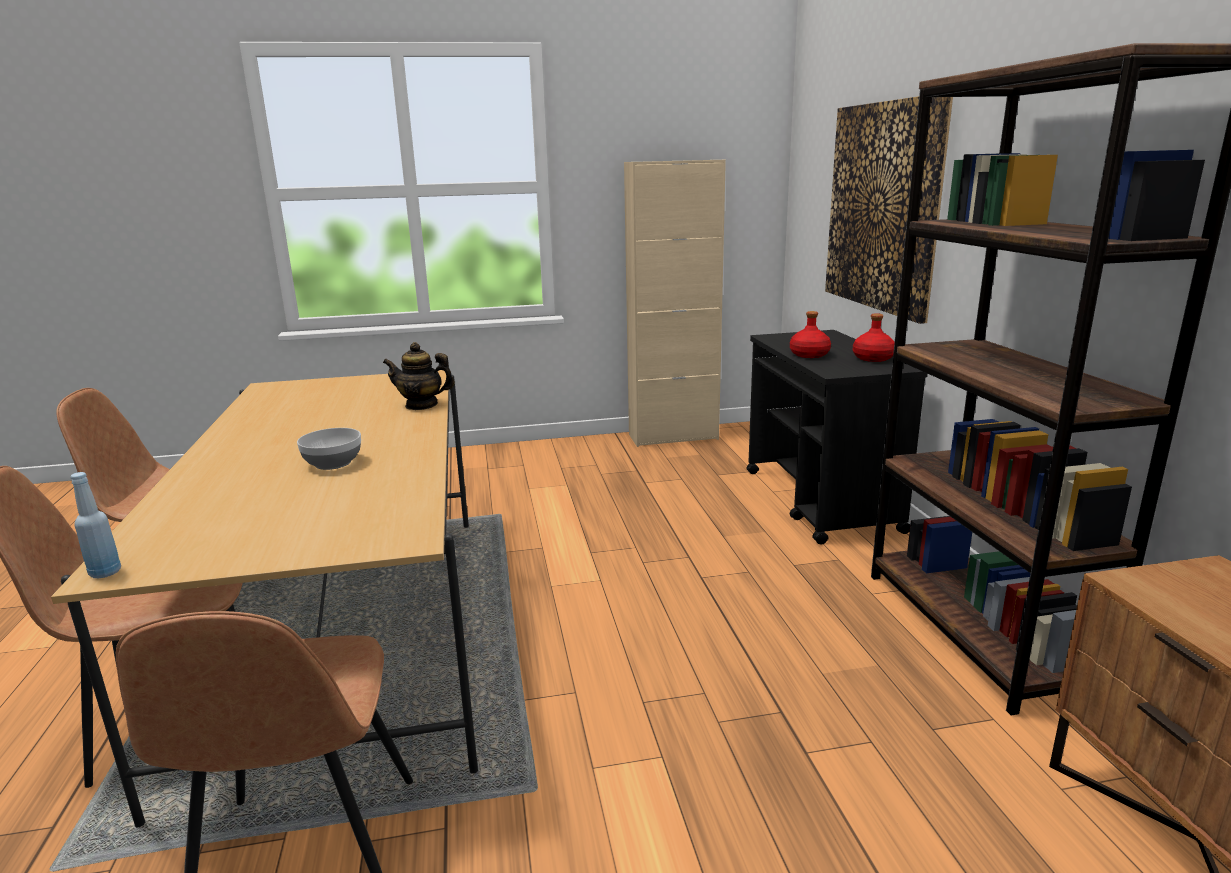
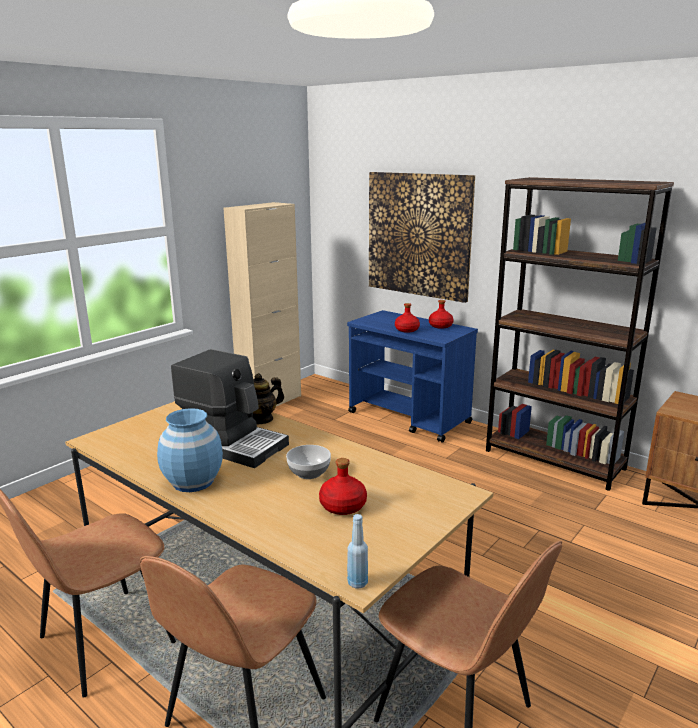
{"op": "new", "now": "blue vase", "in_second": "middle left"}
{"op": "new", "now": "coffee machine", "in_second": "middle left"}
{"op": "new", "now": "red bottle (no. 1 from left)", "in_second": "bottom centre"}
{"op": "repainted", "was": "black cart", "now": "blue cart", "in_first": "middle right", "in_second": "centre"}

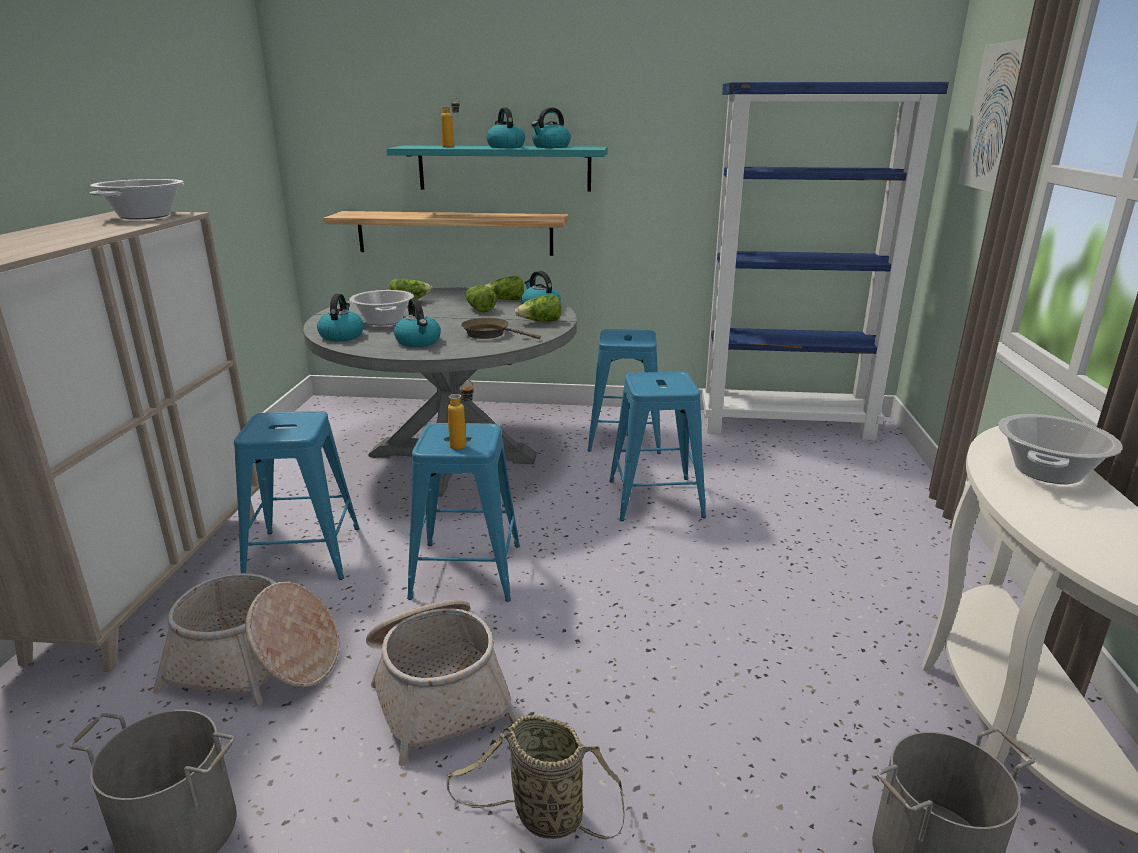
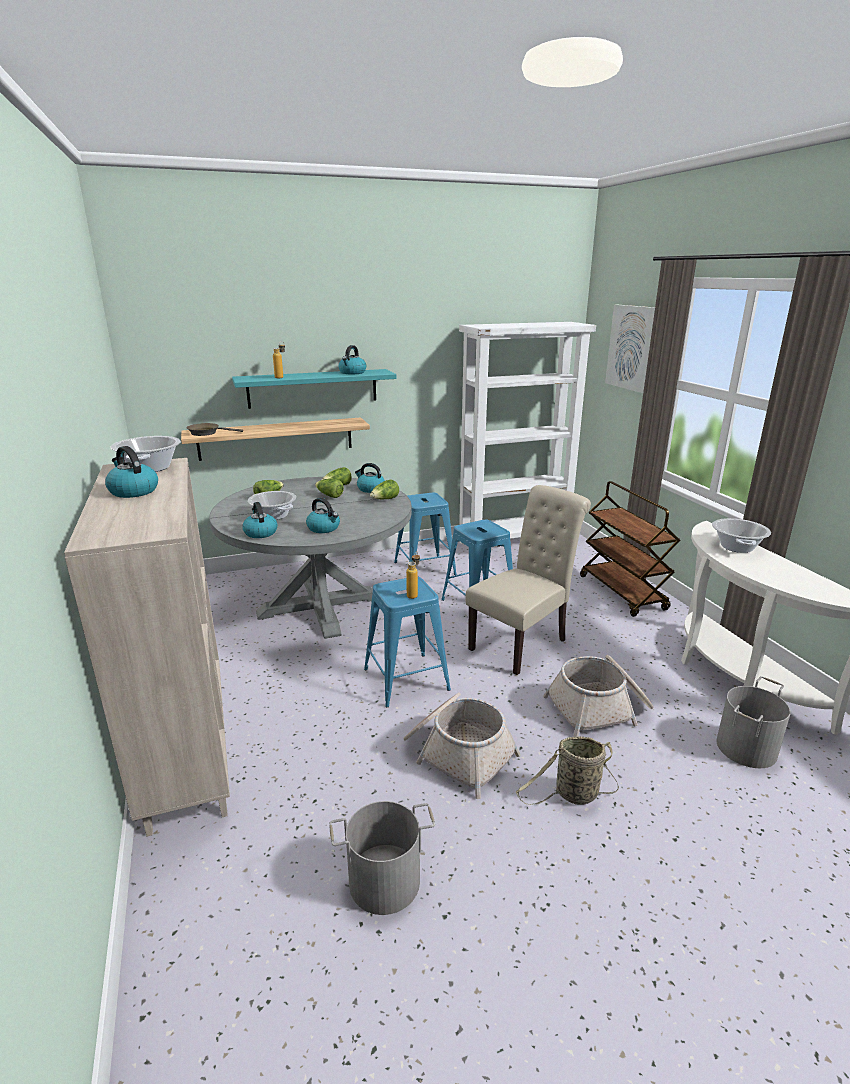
{"op": "shifted", "was": "kettle (no. 3 from left in the first image)", "now": "kettle (no. 1 from left)", "in_first": "top centre", "in_second": "middle left"}
{"op": "shifted", "was": "brown frying pan", "in_first": "centre", "in_second": "middle left"}
{"op": "repainted", "was": "blue bookcase", "now": "white bookcase", "in_first": "top right", "in_second": "centre"}
{"op": "new", "now": "beige chair", "in_second": "centre"}
{"op": "shifted", "was": "basket (no. 1 from left in the first image)", "now": "basket (no. 3 from left)", "in_first": "bottom left", "in_second": "middle right"}
{"op": "new", "now": "brown cart", "in_second": "middle right"}
{"op": "gone", "was": "blue stool (no. 1 from left)", "in_first": "middle left"}

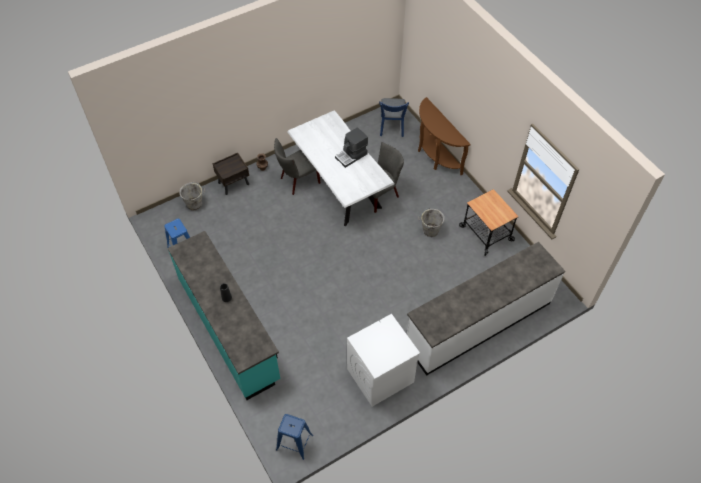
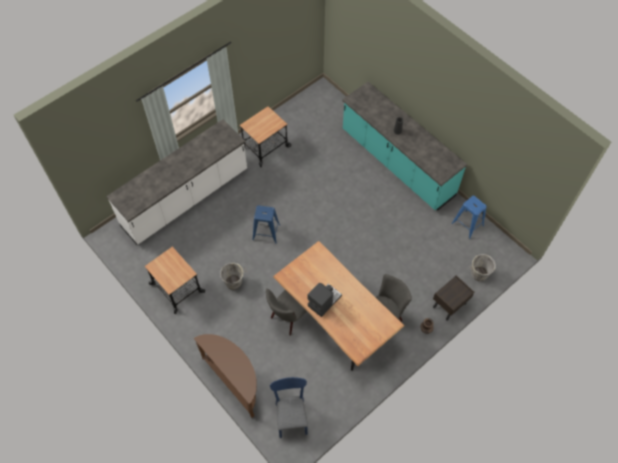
{"op": "swapped", "was": "white washing machine", "now": "cart (no. 2 from left)", "in_first": "bottom centre", "in_second": "top centre"}
{"op": "shifted", "was": "blue stool (no. 2 from left in the first image)", "now": "blue stool (no. 1 from left)", "in_first": "bottom centre", "in_second": "centre"}
{"op": "repainted", "was": "white dining table", "now": "brown dining table", "in_first": "centre", "in_second": "centre"}

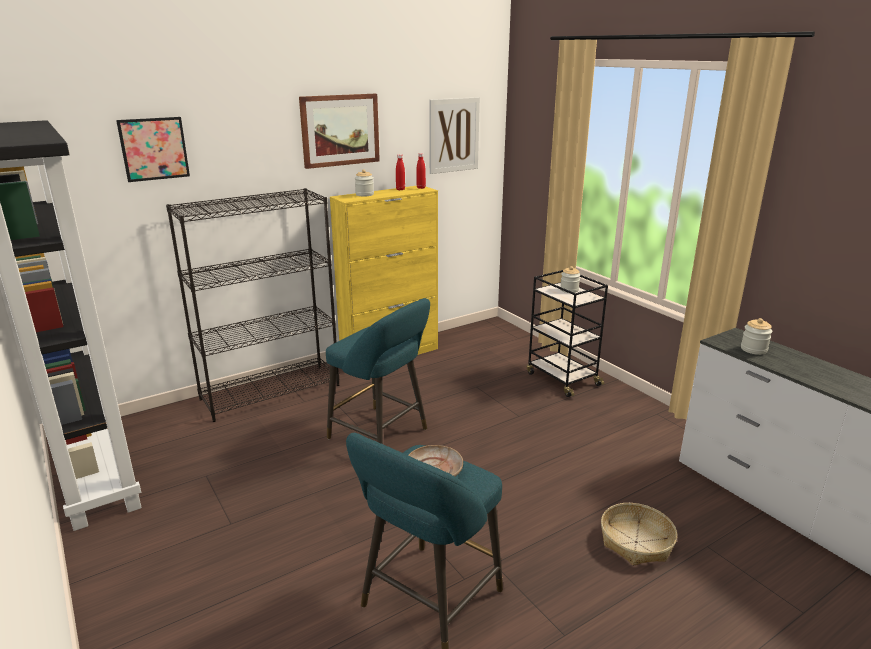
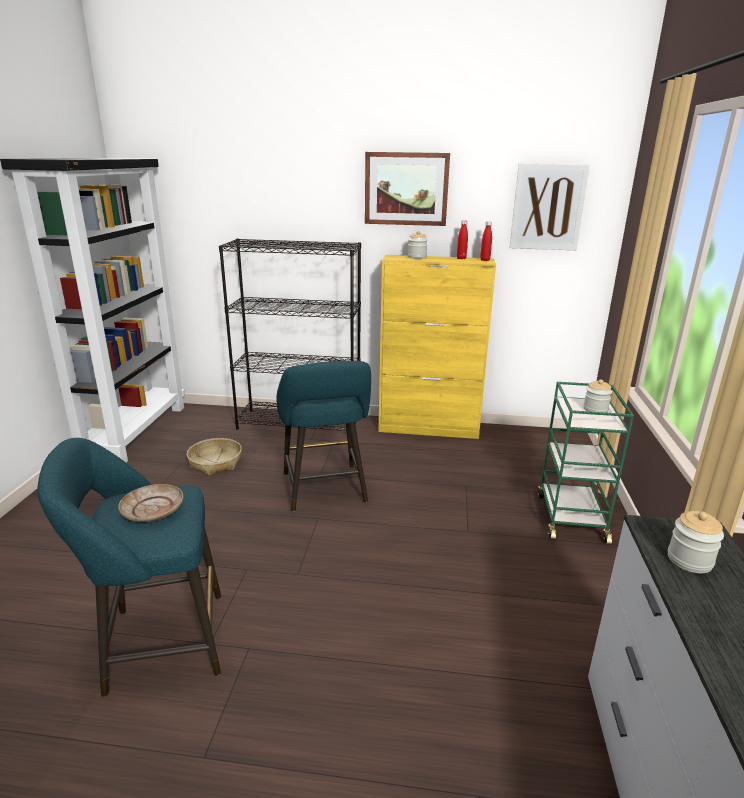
{"op": "shifted", "was": "basket", "in_first": "bottom right", "in_second": "middle left"}
{"op": "repainted", "was": "black cart", "now": "green cart", "in_first": "centre", "in_second": "middle right"}
{"op": "gone", "was": "picture (no. 1 from left)", "in_first": "top left"}

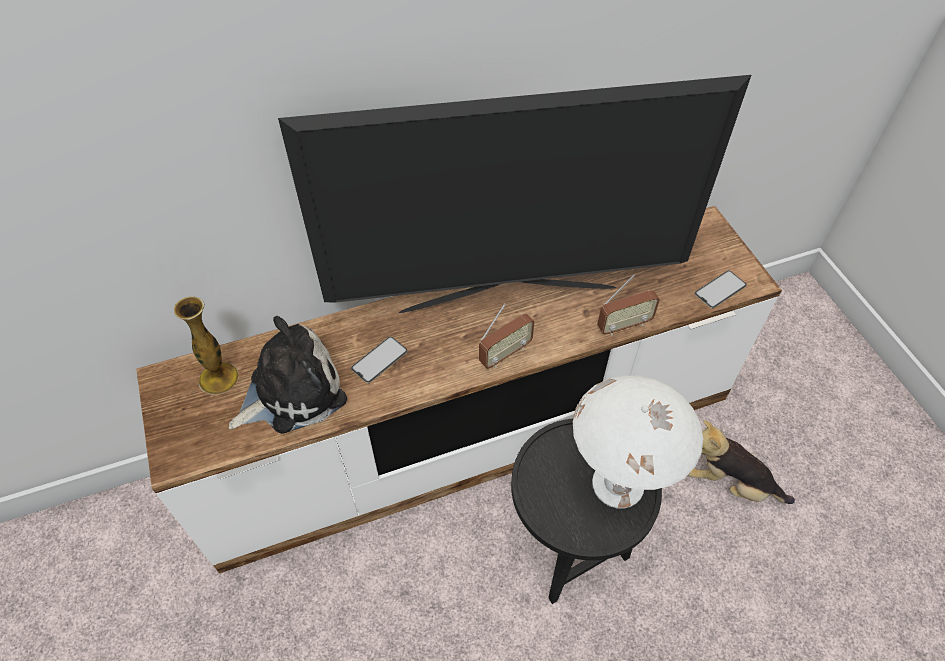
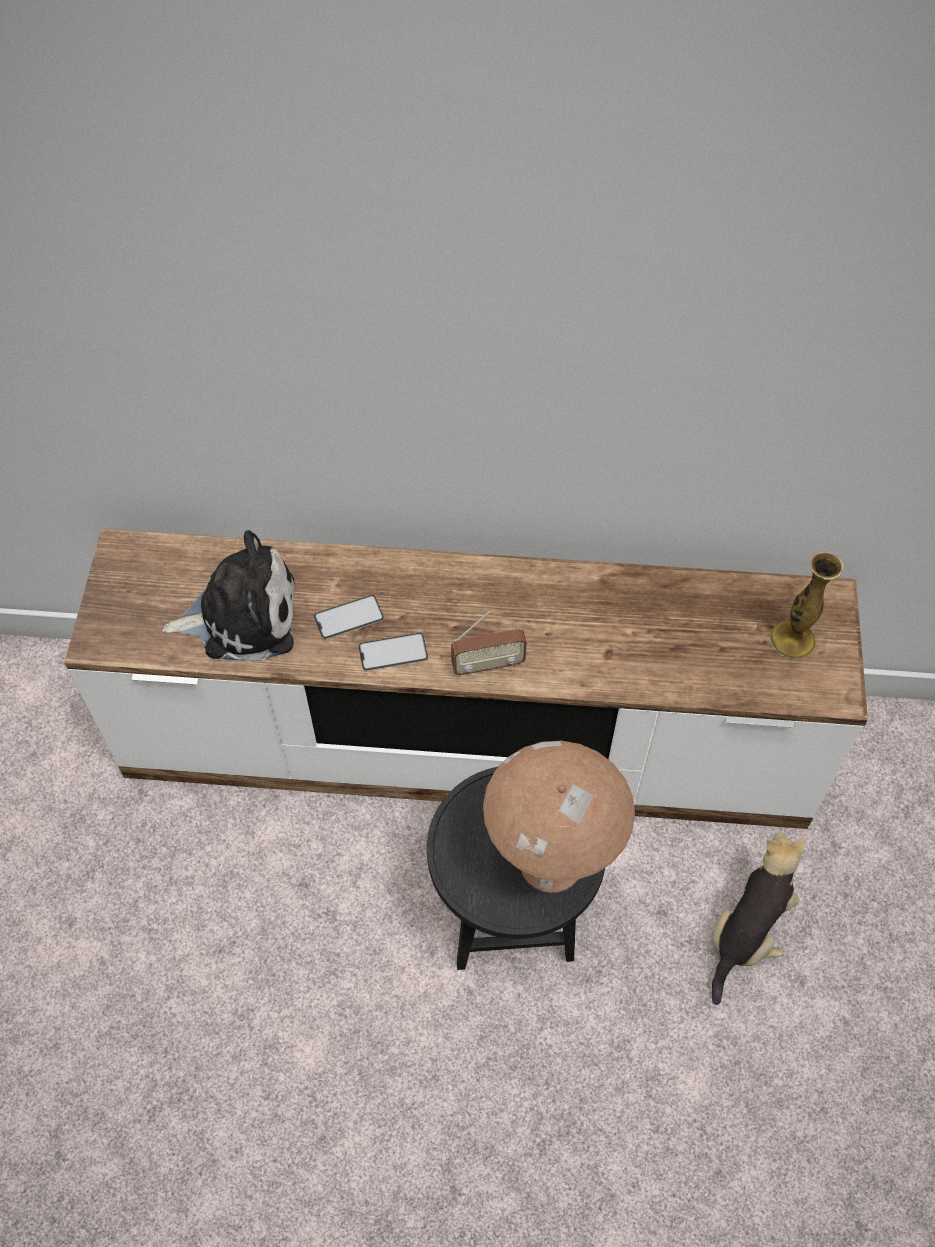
{"op": "shifted", "was": "phone (no. 2 from left)", "in_first": "middle right", "in_second": "centre"}
{"op": "repainted", "was": "white table lamp", "now": "brown table lamp", "in_first": "bottom right", "in_second": "centre"}
{"op": "rotated", "was": "plush toy (no. 2 from left)", "in_first": "bottom right", "in_second": "bottom right", "clockwise": 75}
{"op": "shifted", "was": "vase", "in_first": "middle left", "in_second": "middle right"}
{"op": "gone", "was": "television", "in_first": "top centre"}
{"op": "gone", "was": "radio (no. 2 from left)", "in_first": "centre"}

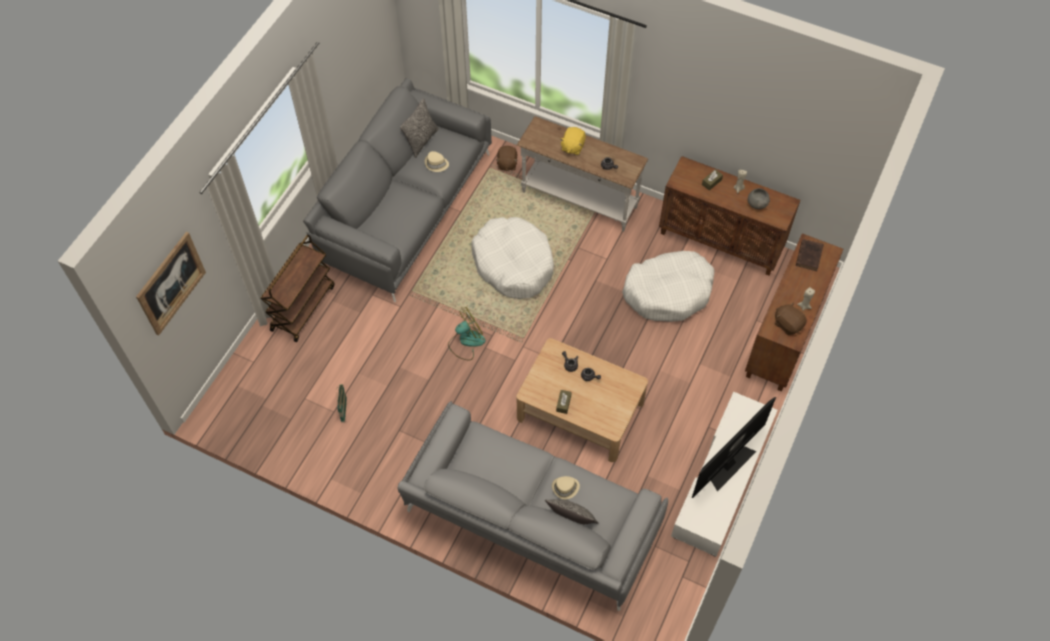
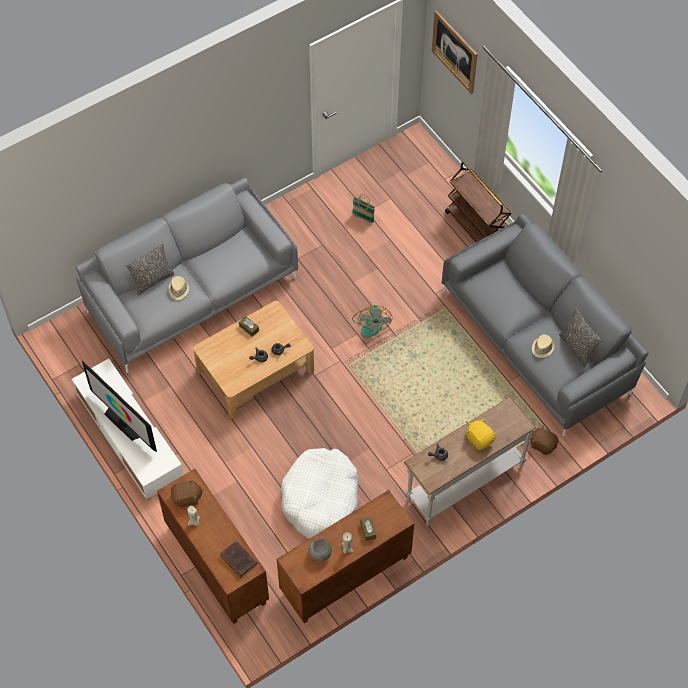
{"op": "rotated", "was": "television", "in_first": "bottom right", "in_second": "middle left", "clockwise": 150}
{"op": "gone", "was": "white dog bed (no. 1 from left)", "in_first": "centre"}

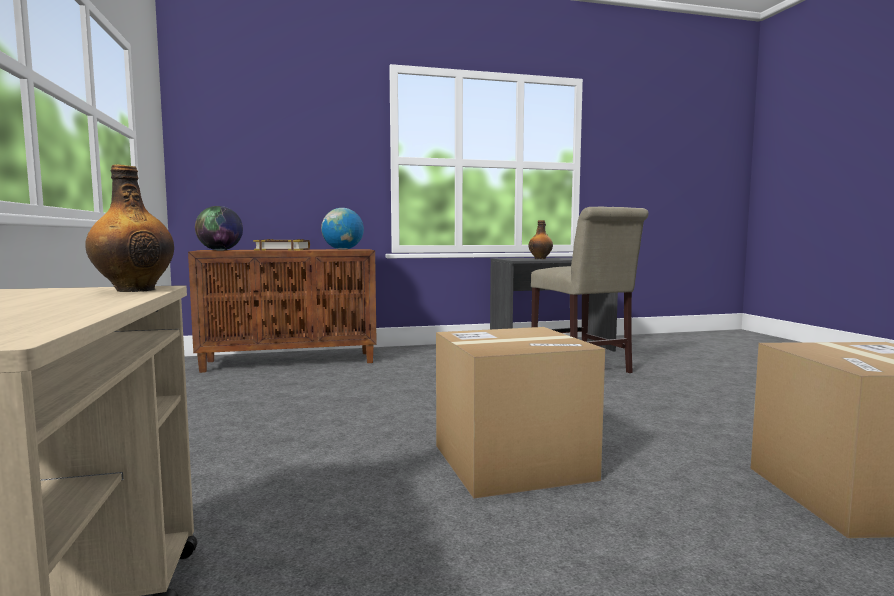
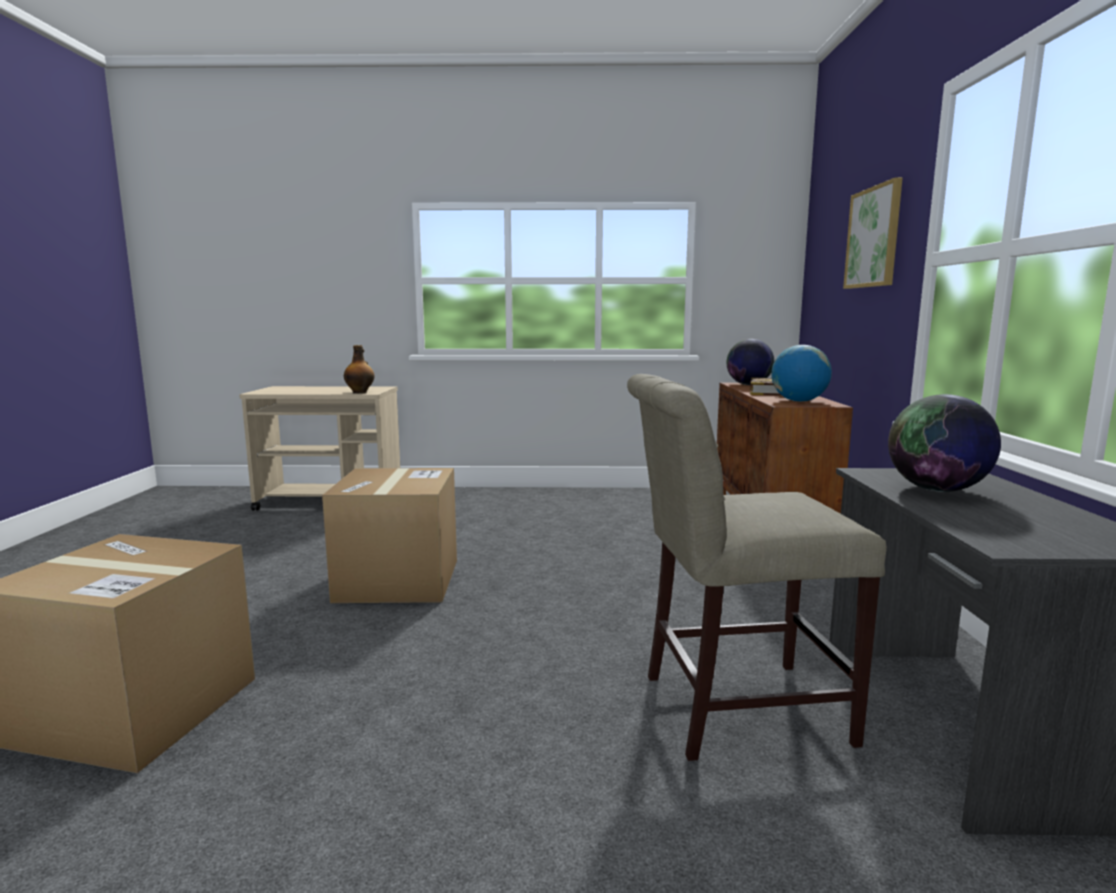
{"op": "new", "now": "picture", "in_second": "top right"}
{"op": "swapped", "was": "bottle (no. 2 from left)", "now": "globe (no. 3 from left)", "in_first": "centre", "in_second": "middle right"}

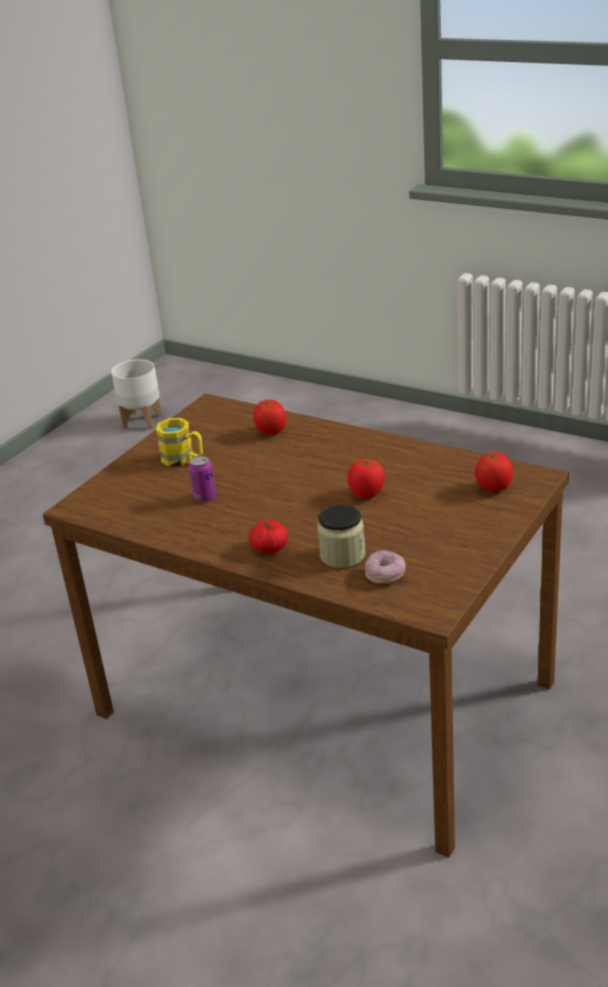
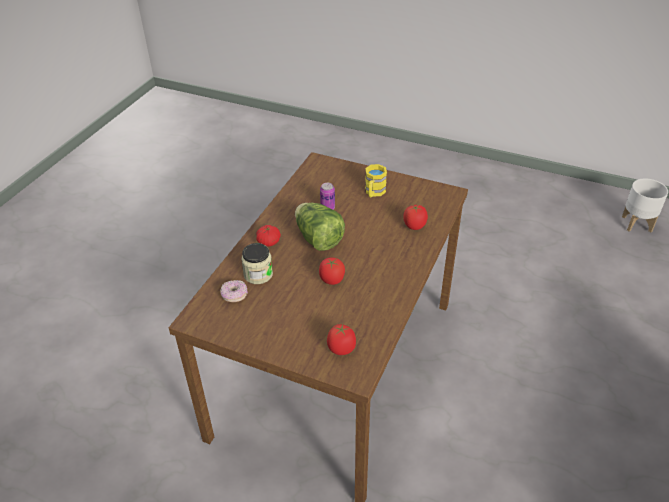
{"op": "new", "now": "lettuce", "in_second": "centre"}

